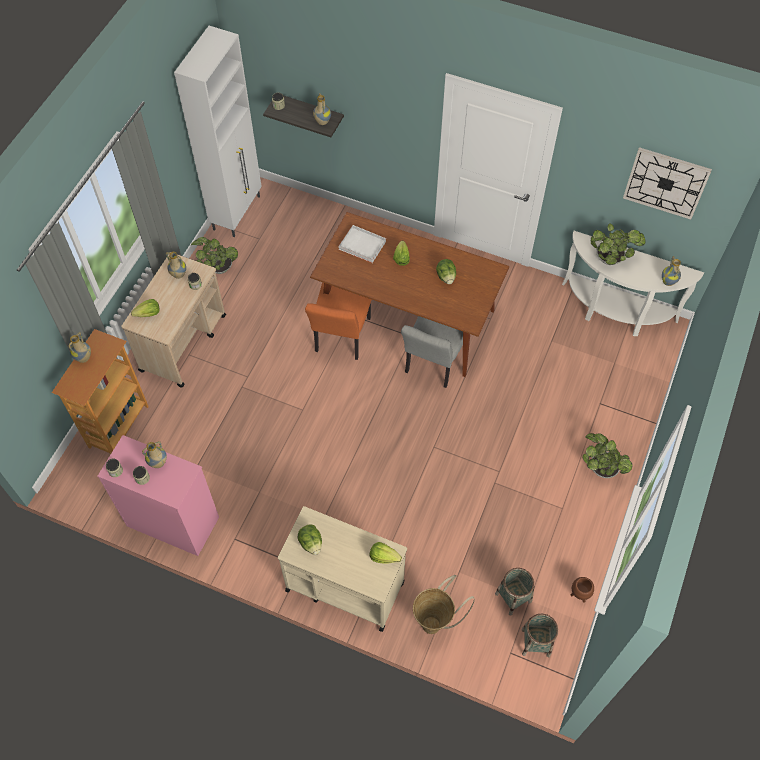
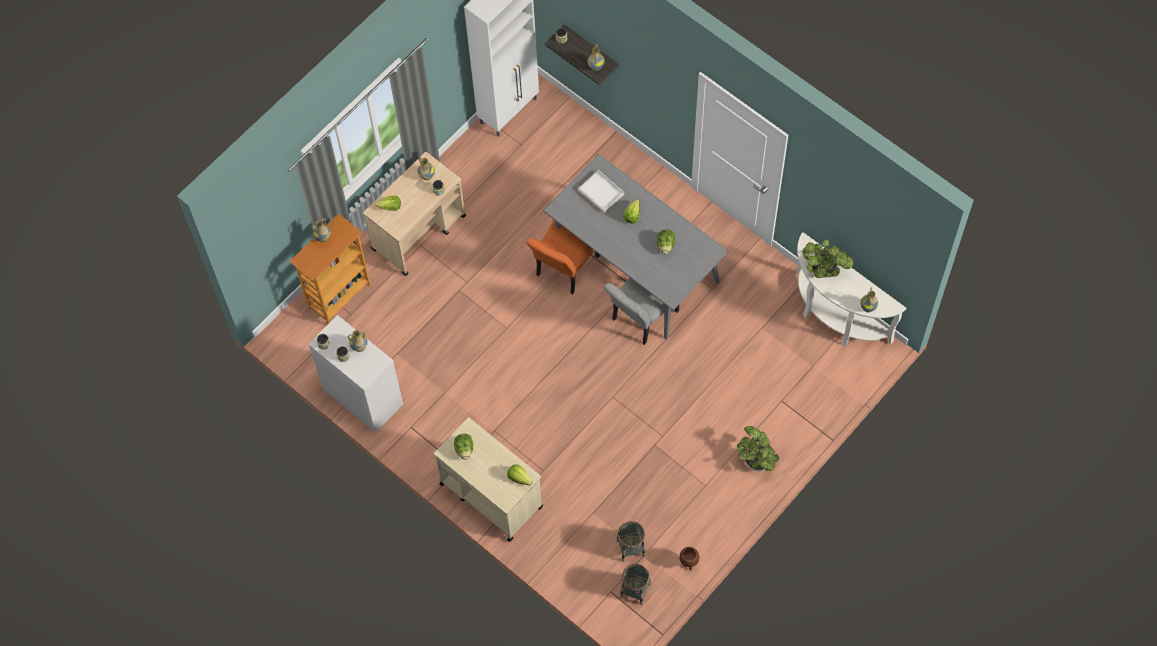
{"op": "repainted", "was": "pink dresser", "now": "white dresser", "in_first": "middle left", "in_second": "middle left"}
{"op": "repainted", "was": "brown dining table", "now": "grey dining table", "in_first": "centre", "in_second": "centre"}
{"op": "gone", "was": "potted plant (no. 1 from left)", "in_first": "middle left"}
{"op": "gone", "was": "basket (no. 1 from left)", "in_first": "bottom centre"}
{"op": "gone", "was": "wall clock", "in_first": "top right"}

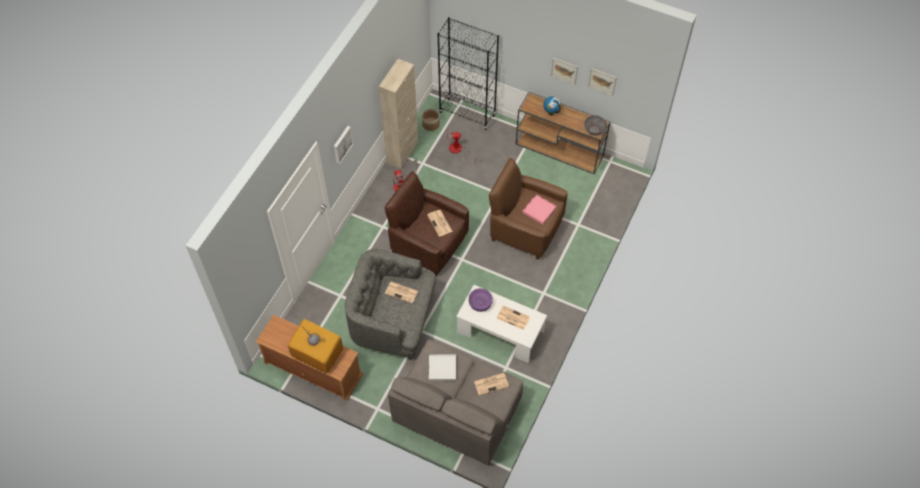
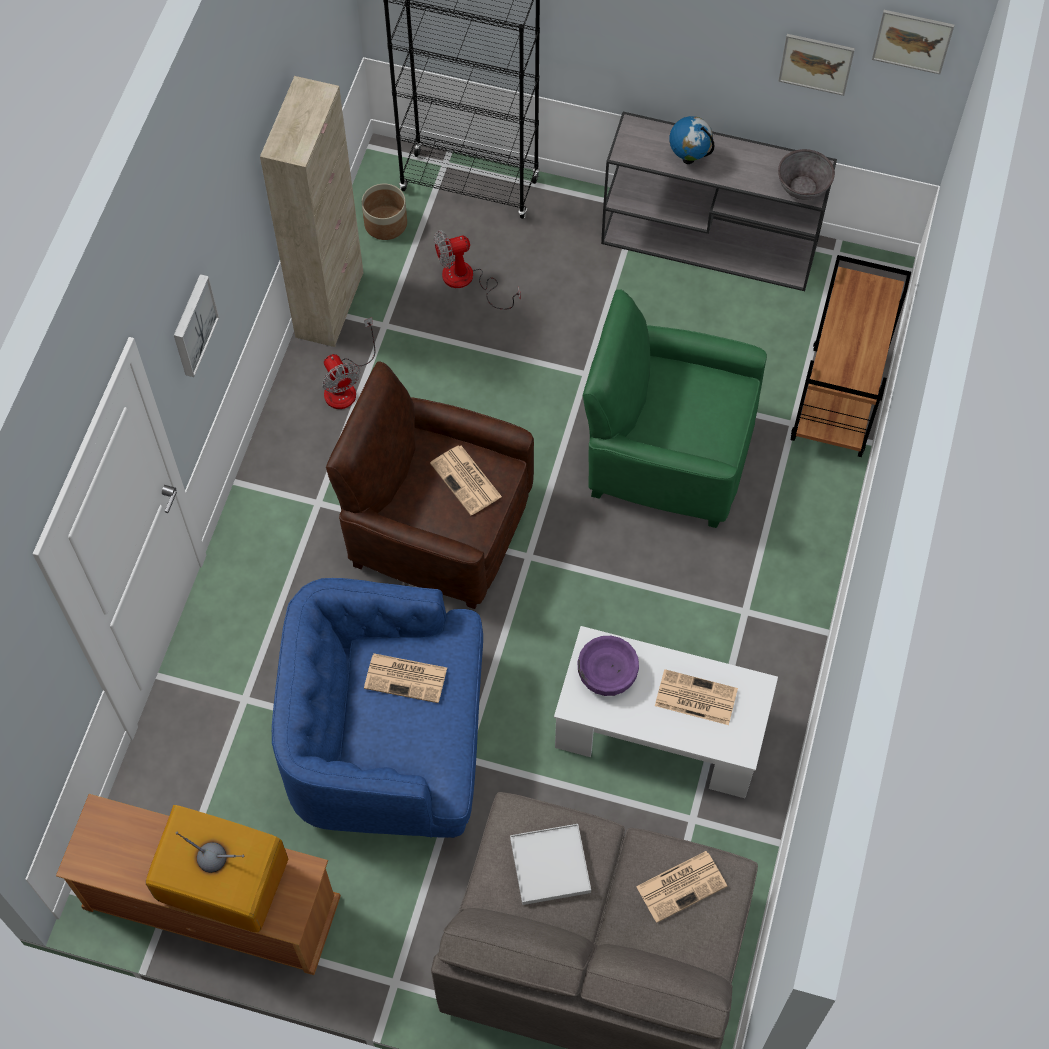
{"op": "repainted", "was": "grey armchair", "now": "blue armchair", "in_first": "centre", "in_second": "bottom centre"}
{"op": "repainted", "was": "brown armchair (no. 2 from left)", "now": "green armchair", "in_first": "centre", "in_second": "centre"}
{"op": "repainted", "was": "brown console table", "now": "grey console table", "in_first": "top centre", "in_second": "top right"}
{"op": "new", "now": "brown cart", "in_second": "middle right"}
{"op": "shifted", "was": "picture (no. 2 from left in the first image)", "now": "picture (no. 3 from left)", "in_first": "top centre", "in_second": "top right"}
{"op": "gone", "was": "pink tray", "in_first": "centre"}

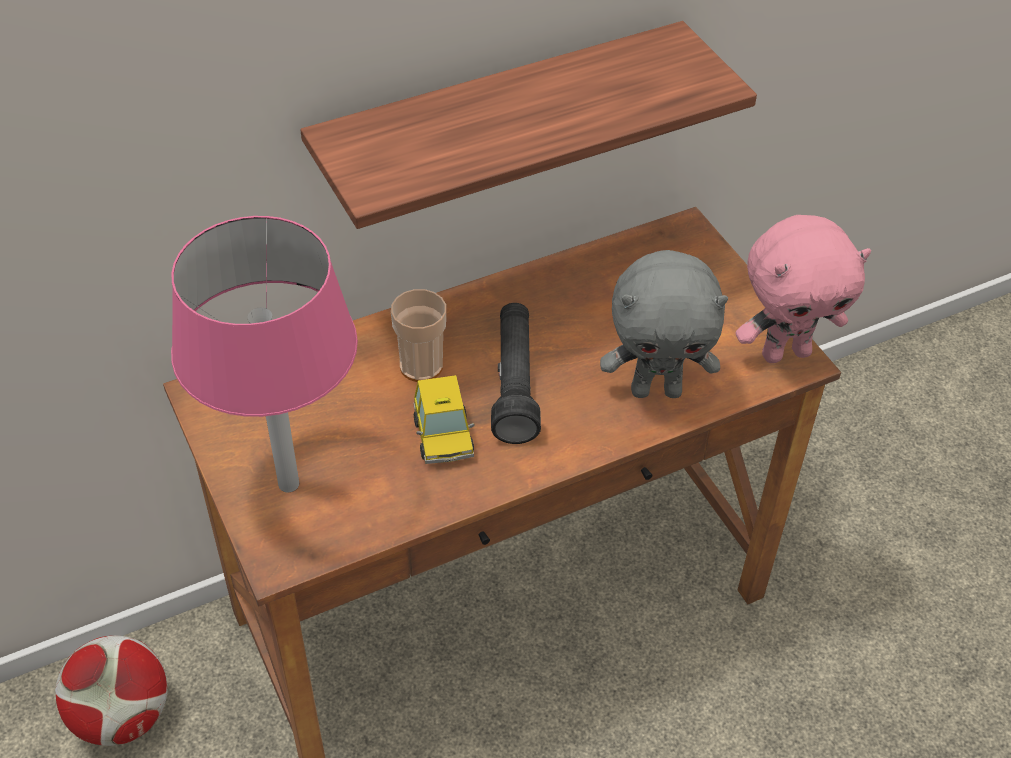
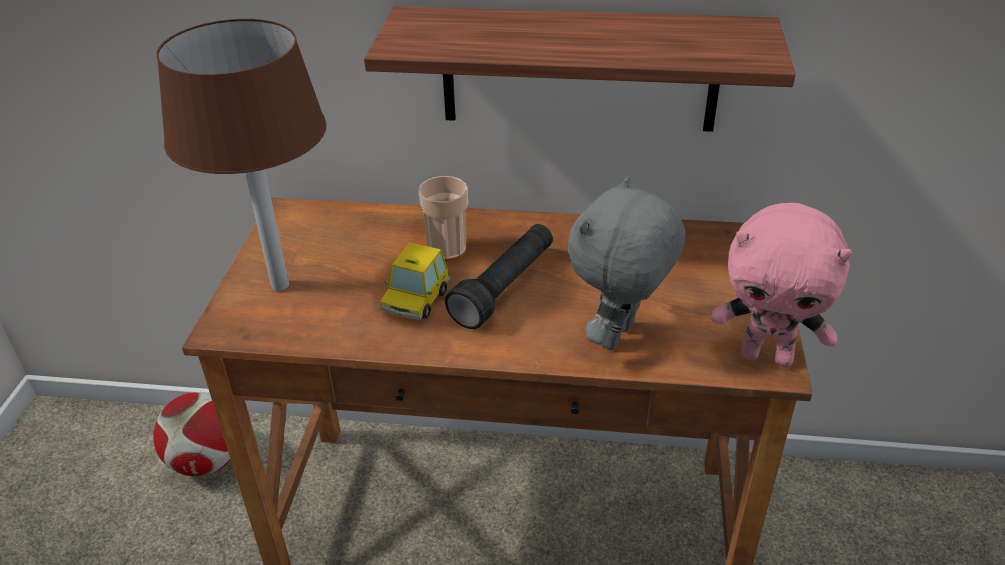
{"op": "repainted", "was": "pink table lamp", "now": "brown table lamp", "in_first": "middle left", "in_second": "top left"}
{"op": "rotated", "was": "grey plush toy", "in_first": "centre", "in_second": "centre", "clockwise": 90}

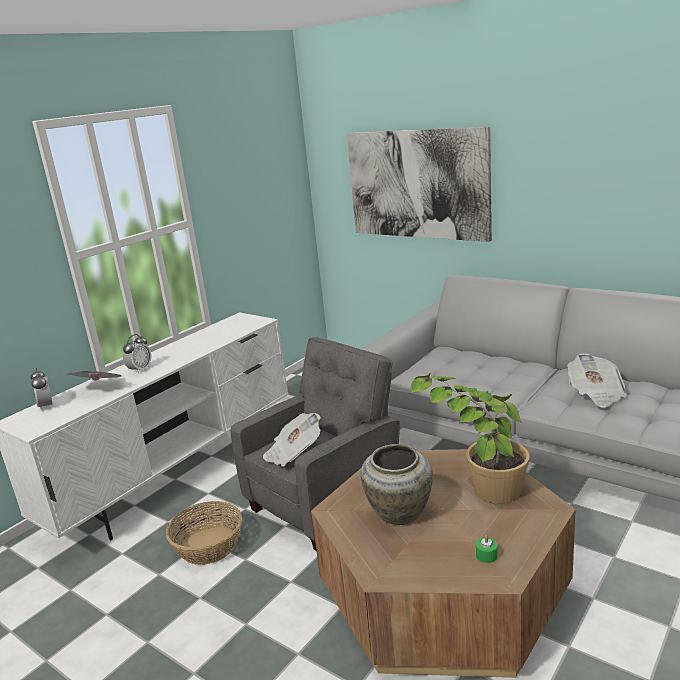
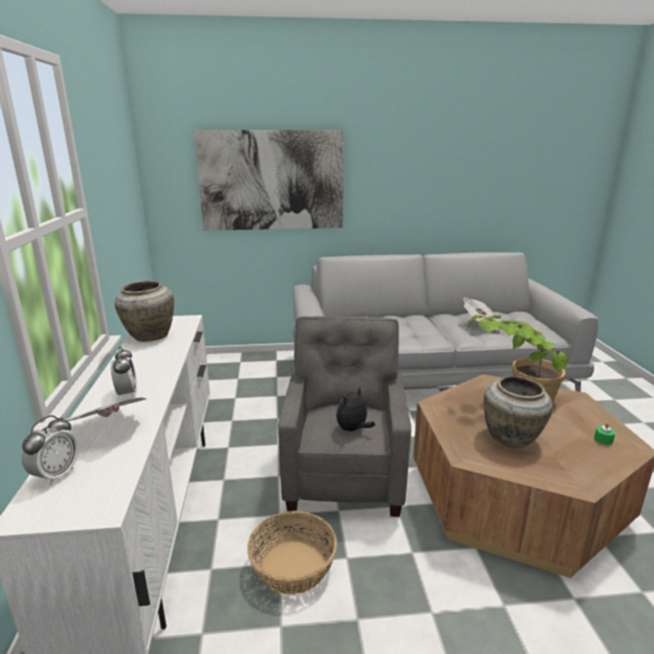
{"op": "rotated", "was": "alarm clock (no. 1 from left)", "in_first": "middle left", "in_second": "bottom left", "clockwise": -90}
{"op": "new", "now": "beige vase (no. 1 from left)", "in_second": "middle left"}
{"op": "swapped", "was": "newspaper (no. 2 from left)", "now": "plush toy", "in_first": "centre", "in_second": "centre"}

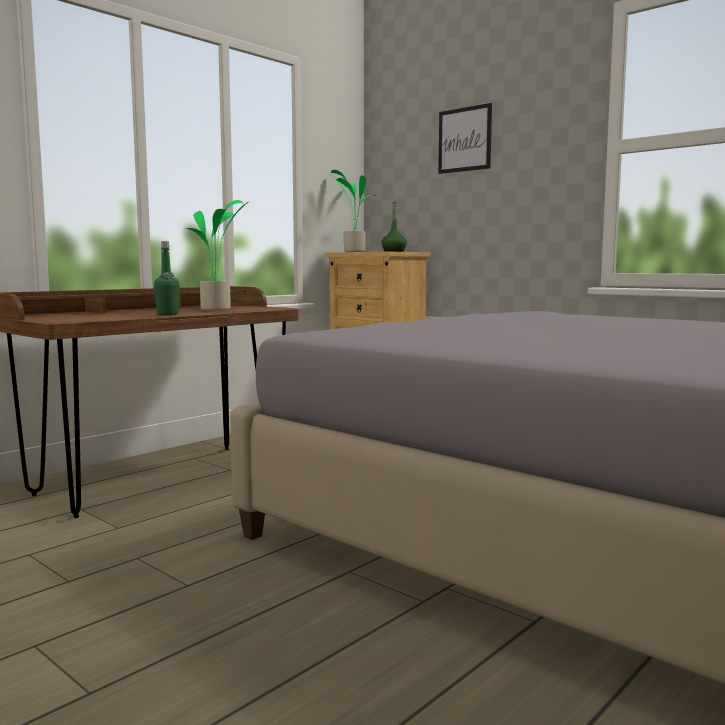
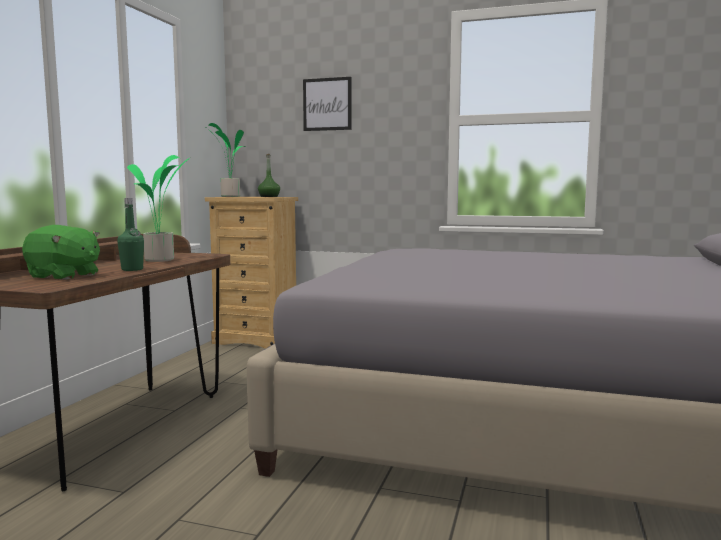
{"op": "new", "now": "green plush toy", "in_second": "middle left"}

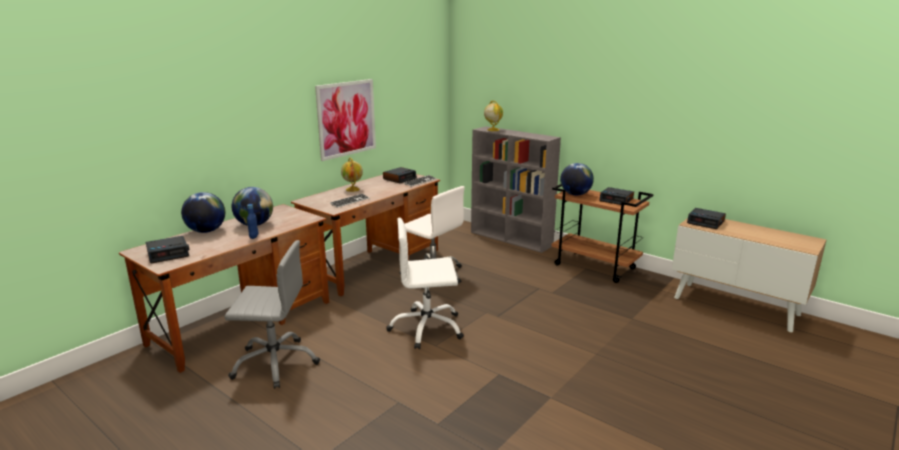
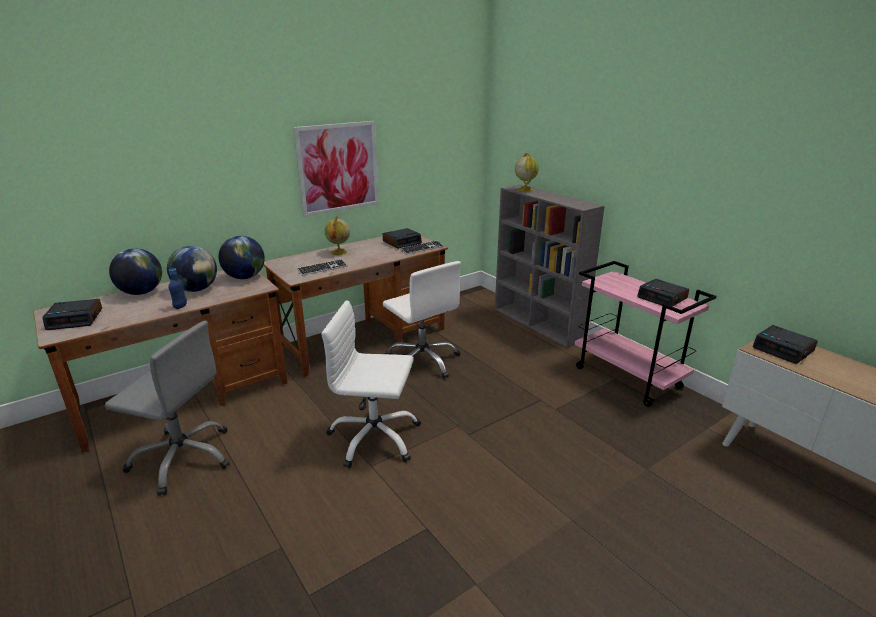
{"op": "shifted", "was": "globe (no. 5 from left in the first image)", "now": "globe (no. 3 from left)", "in_first": "centre", "in_second": "middle left"}
{"op": "repainted", "was": "brown cart", "now": "pink cart", "in_first": "middle right", "in_second": "middle right"}

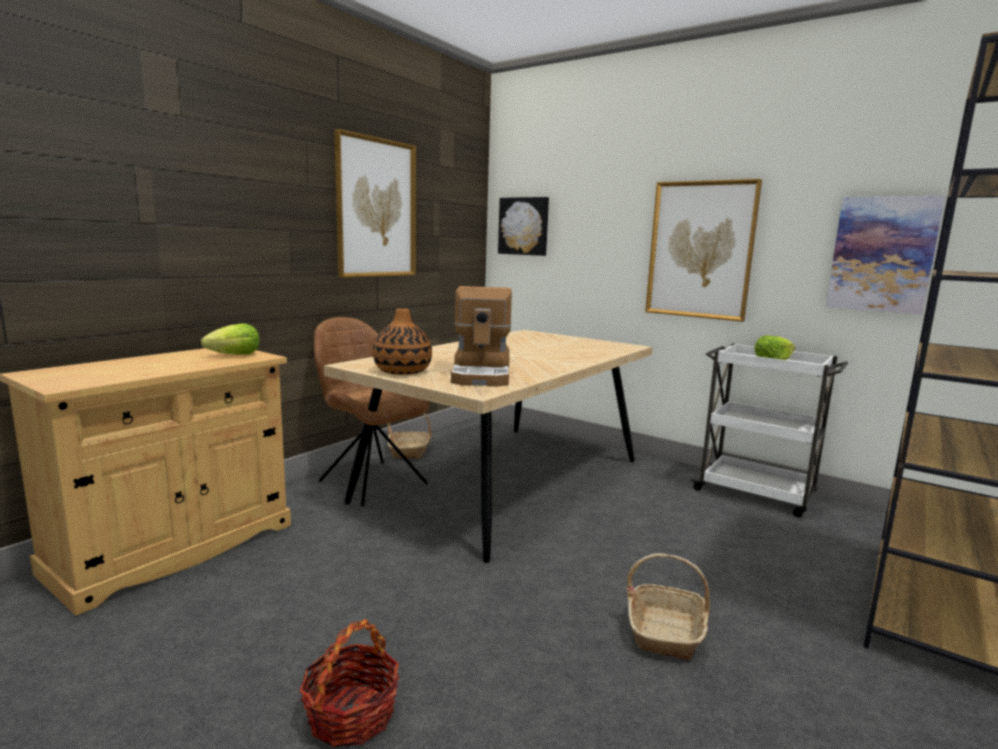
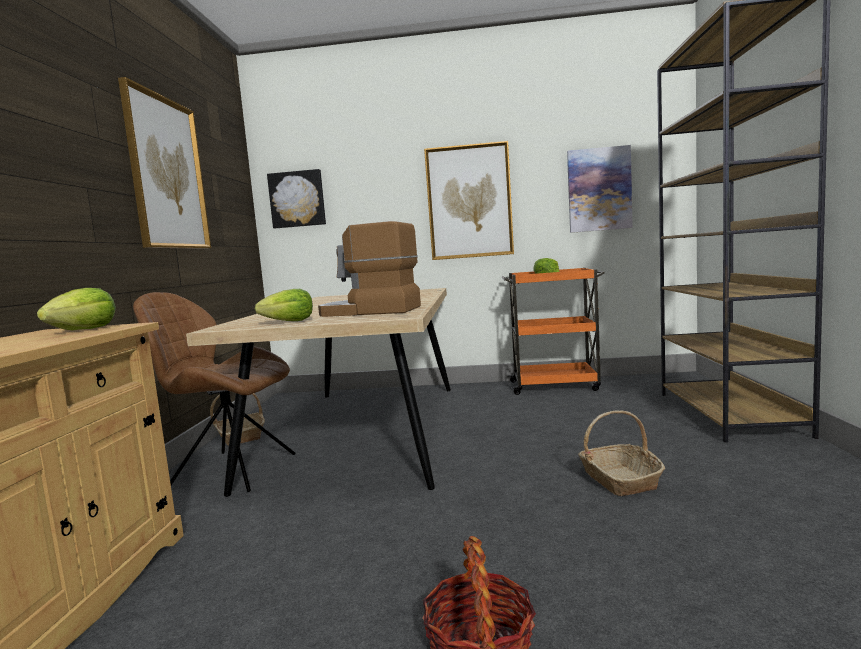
{"op": "swapped", "was": "vase", "now": "lettuce (no. 2 from left)", "in_first": "centre", "in_second": "middle left"}
{"op": "rotated", "was": "coffee machine", "in_first": "centre", "in_second": "centre", "clockwise": 135}
{"op": "repainted", "was": "white cart", "now": "orange cart", "in_first": "middle right", "in_second": "centre"}

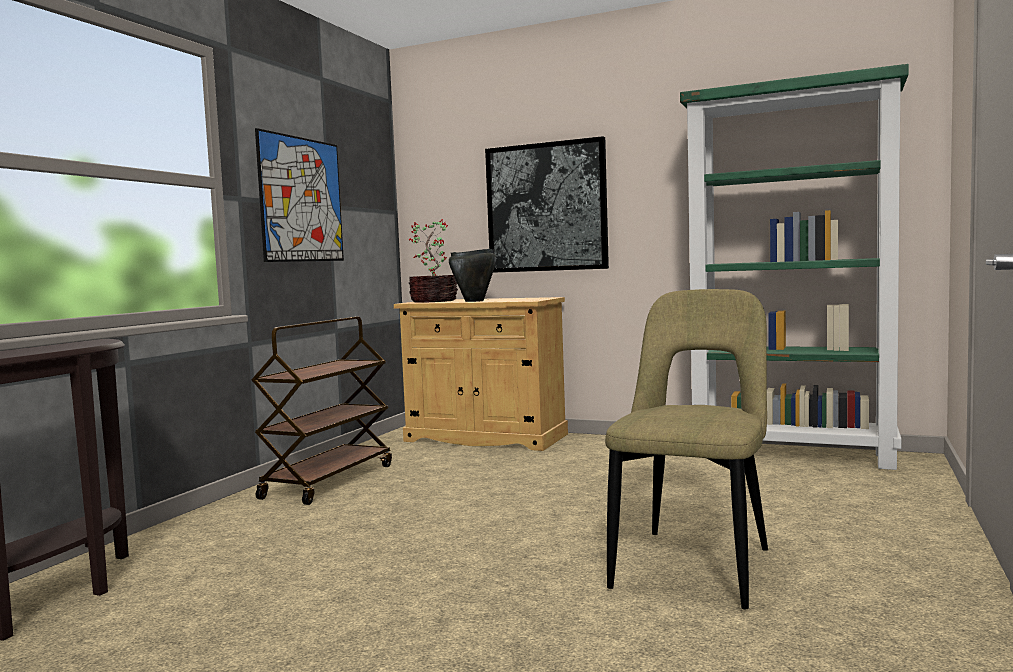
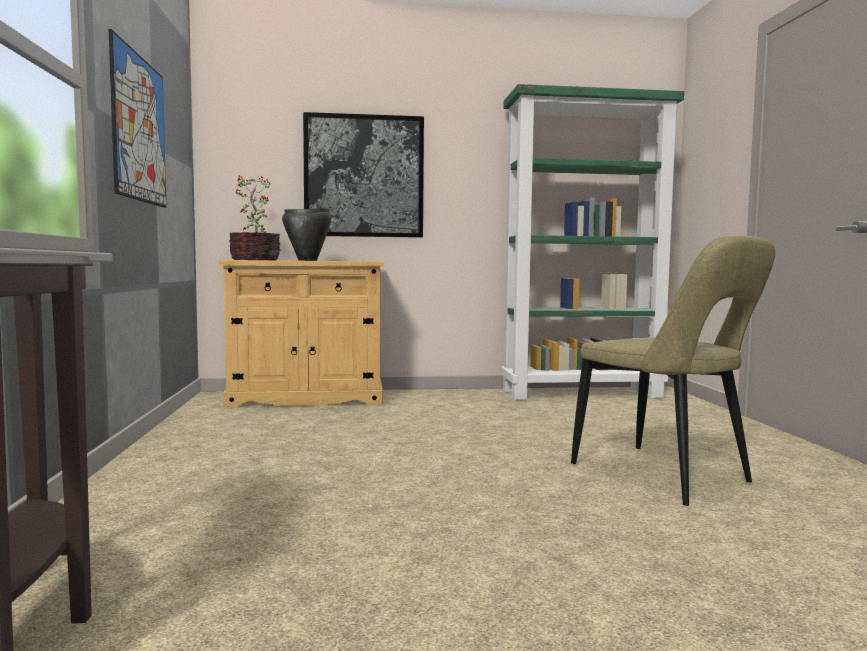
{"op": "rotated", "was": "beige chair", "in_first": "bottom right", "in_second": "middle right", "clockwise": 150}
{"op": "gone", "was": "brown cart", "in_first": "middle left"}

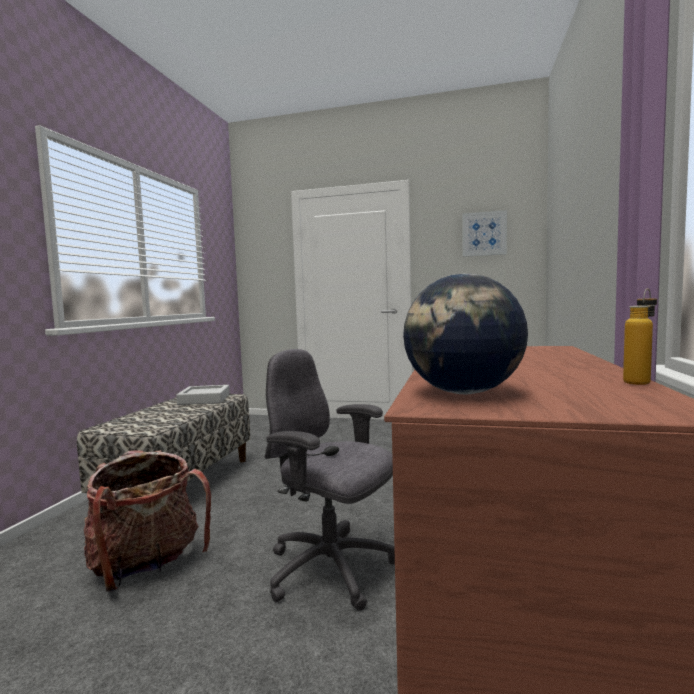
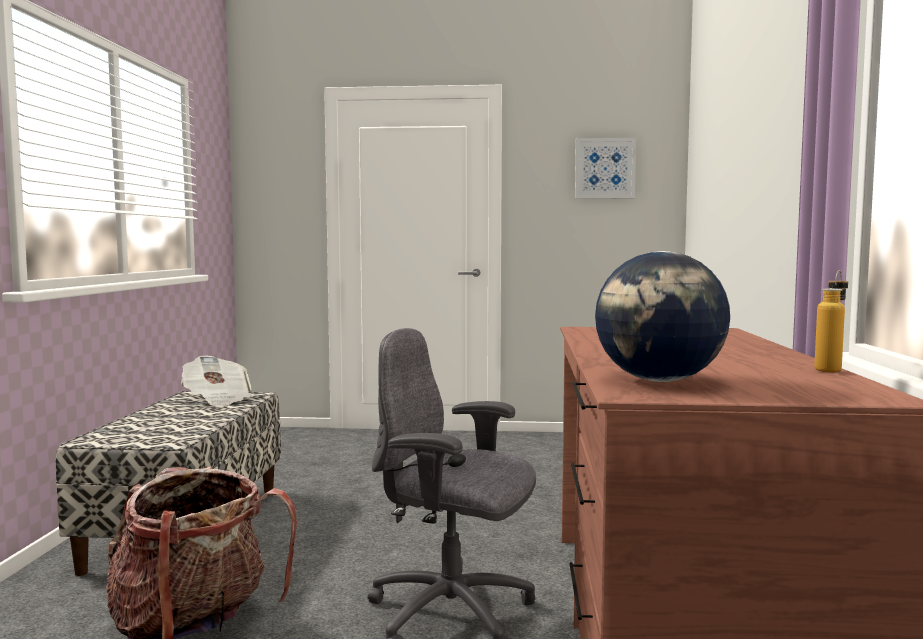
{"op": "swapped", "was": "grey tray", "now": "newspaper", "in_first": "middle left", "in_second": "middle left"}

